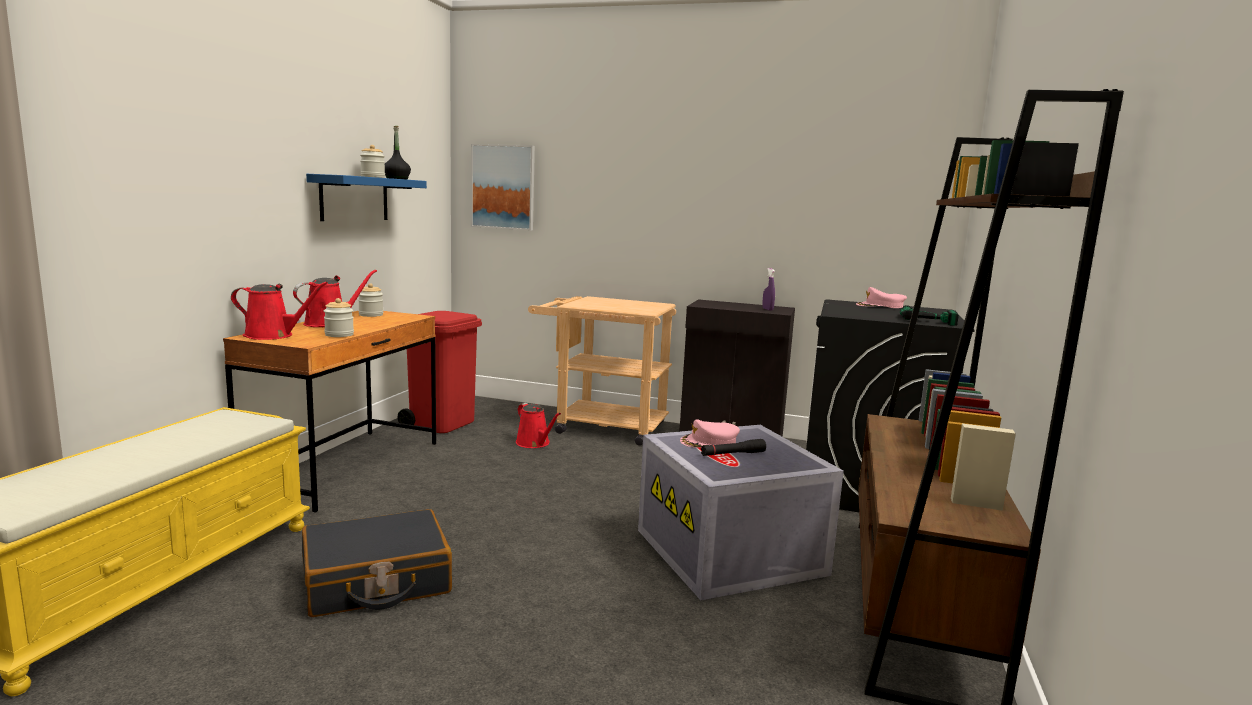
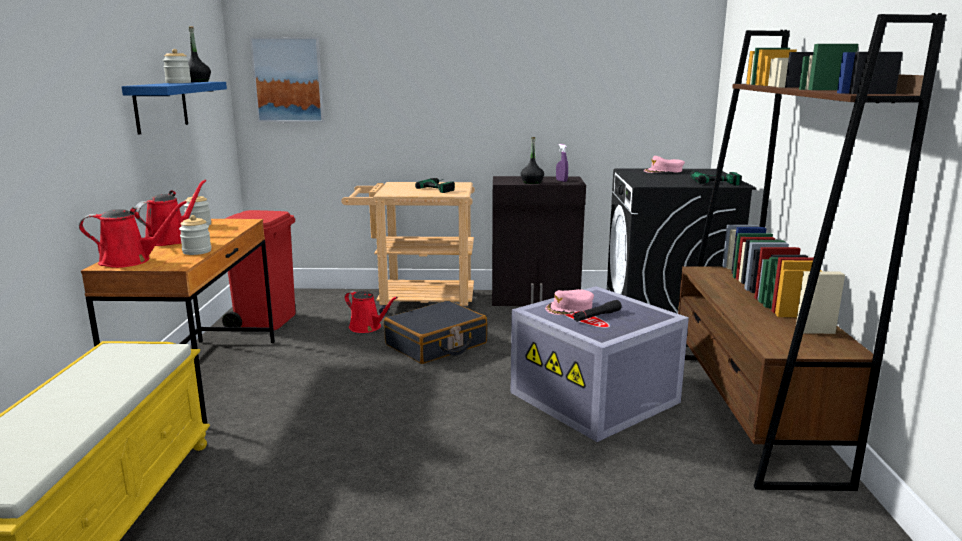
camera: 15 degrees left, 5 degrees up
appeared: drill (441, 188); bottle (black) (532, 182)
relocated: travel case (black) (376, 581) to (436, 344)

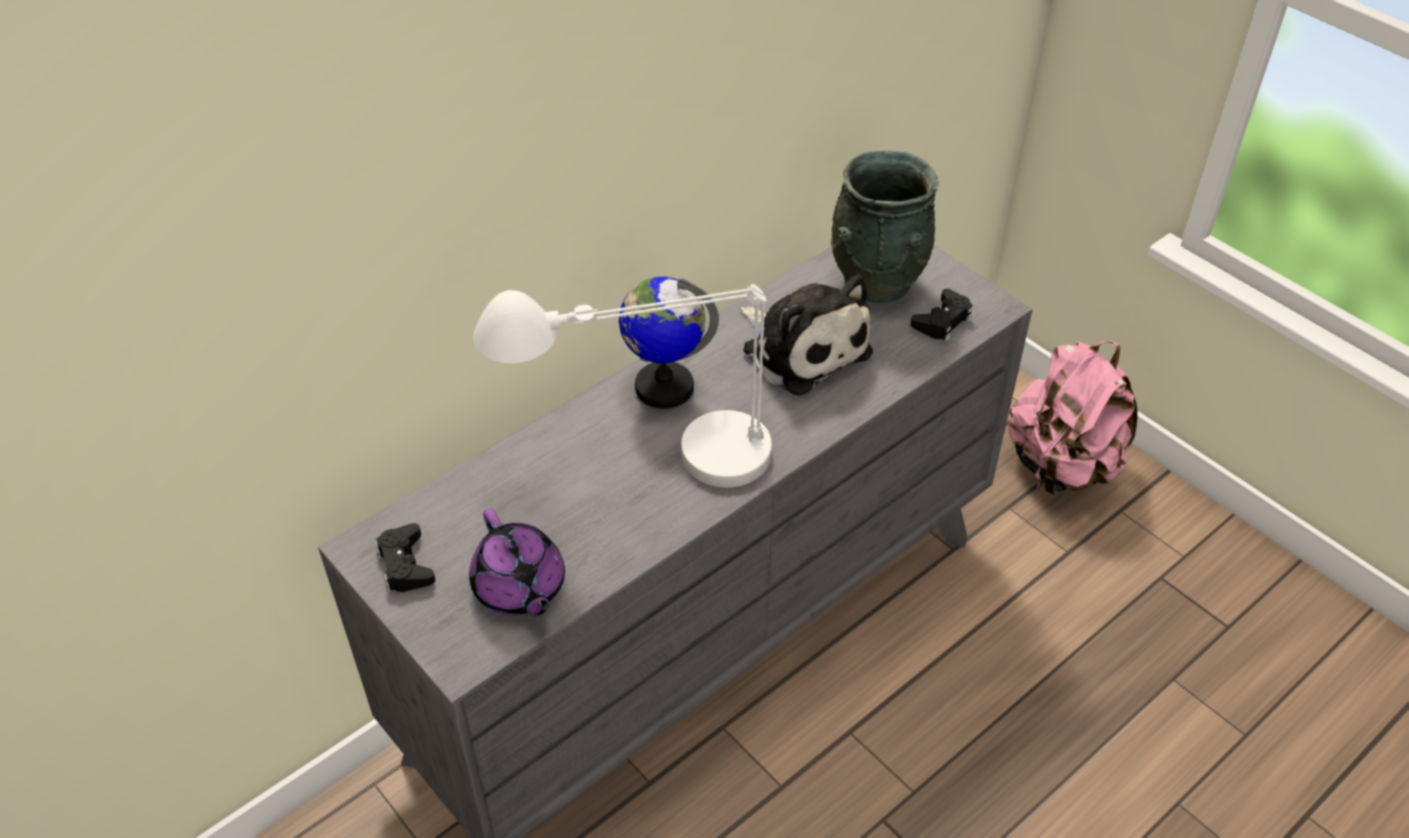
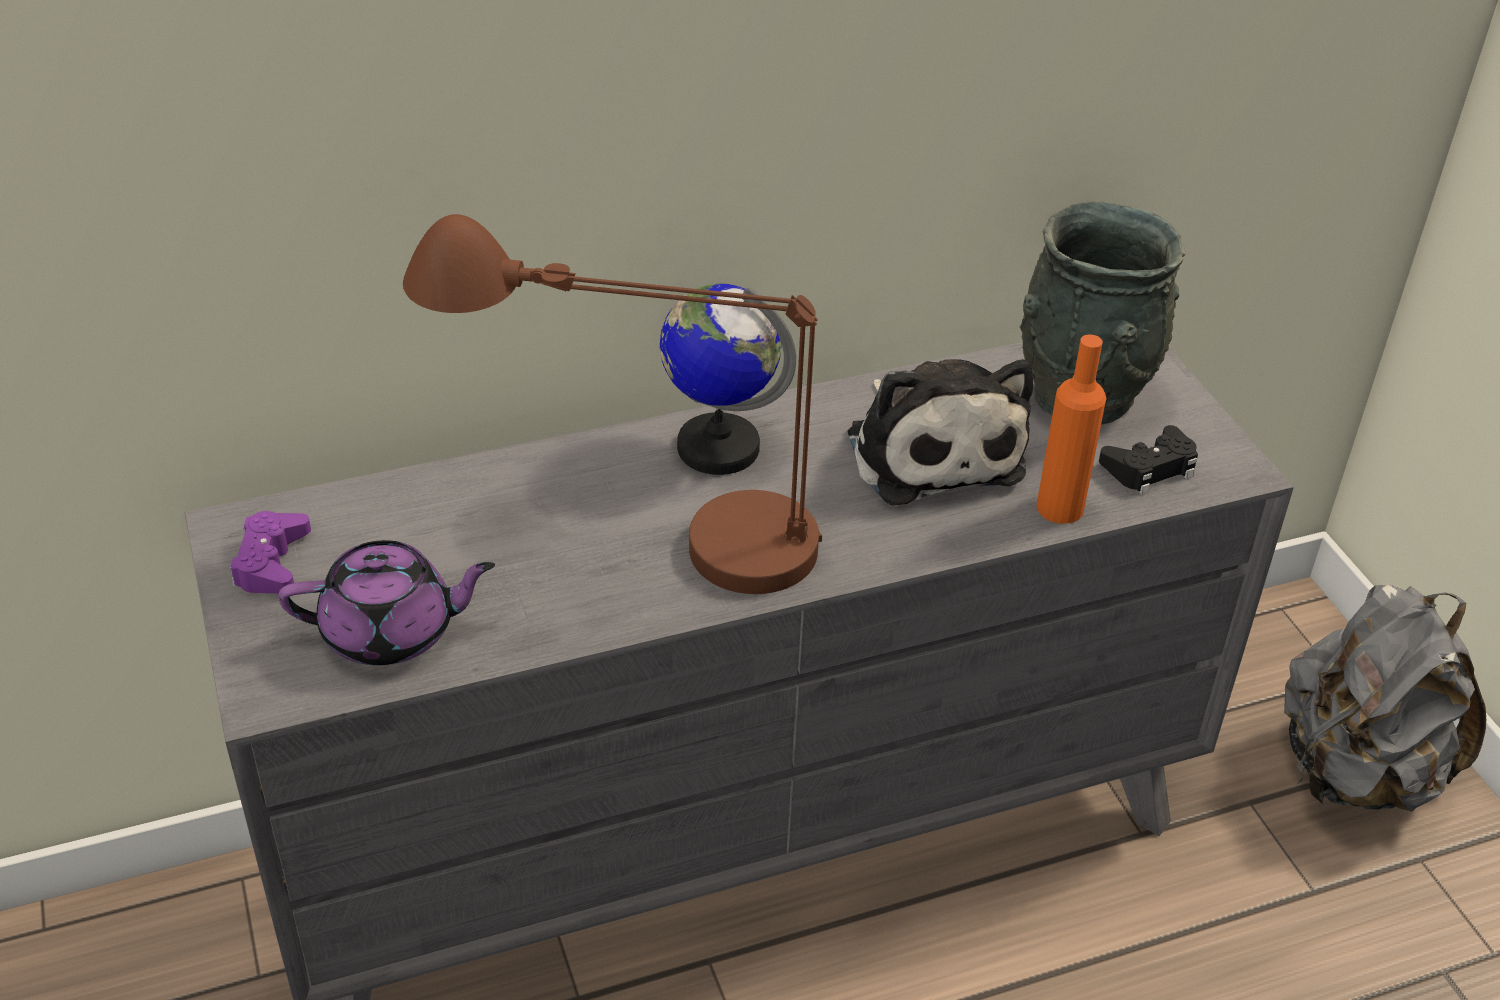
camera: 20 degrees right, 5 degrees down
appeared: bottle (orange-coloured) (1060, 507)
colour: joypad (black) (405, 565) to joypad (purple-coloured) (271, 562); tabletop lamp (whitish) (646, 467) to tabletop lamp (brown) (638, 535); knapsack (pink) (1062, 466) to knapsack (grey) (1356, 771)
spun: pot for tea (purple-coloured) (519, 588) = (391, 632) 90 degrees counterclockwise

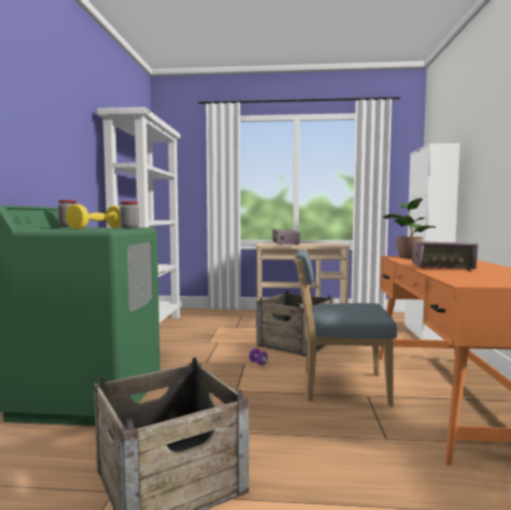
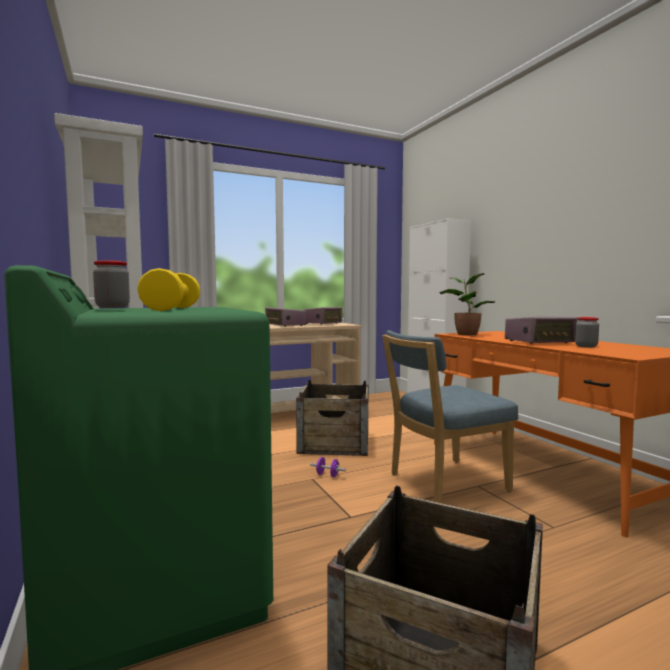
camera: 30 degrees left, 0 degrees up
appeared: radio receiver (322, 324)
relocated: storage jar (129, 228) to (586, 346)

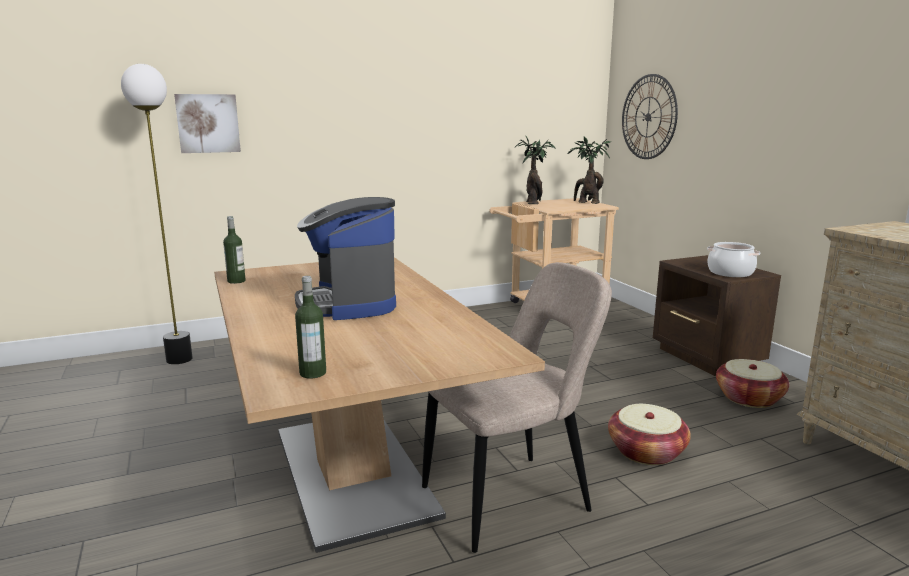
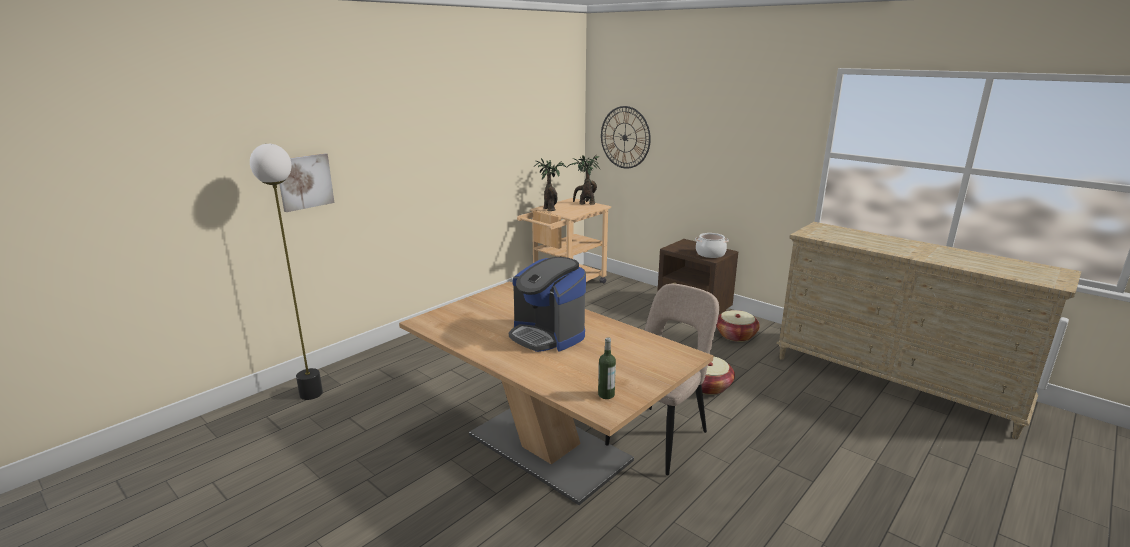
camera: 25 degrees left, 5 degrees up
missing: bottle (236, 281)

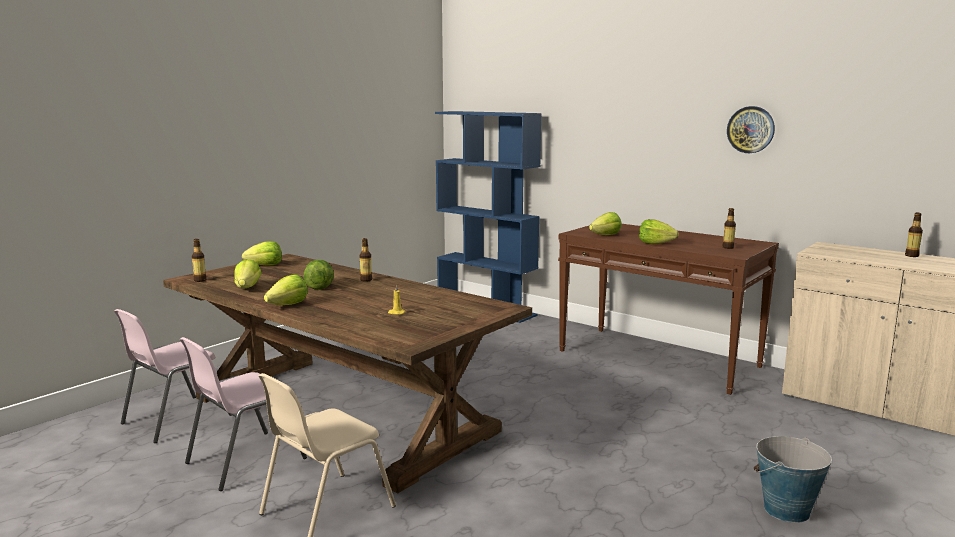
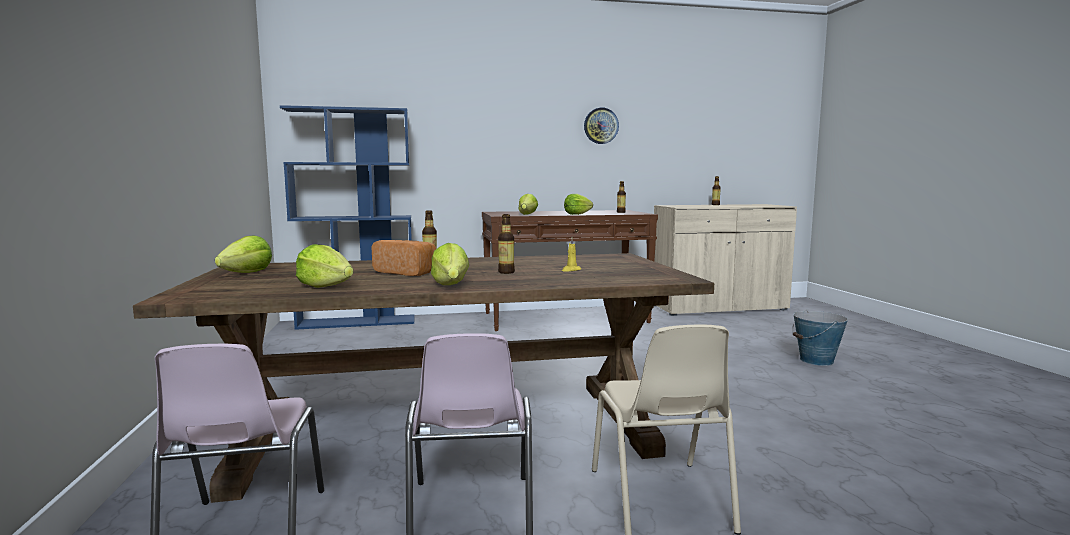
camera: 50 degrees left, 5 degrees down
relocated: bottle (200, 280) to (506, 272)
exchanged: head of lettuce (319, 286) to bread (407, 272)

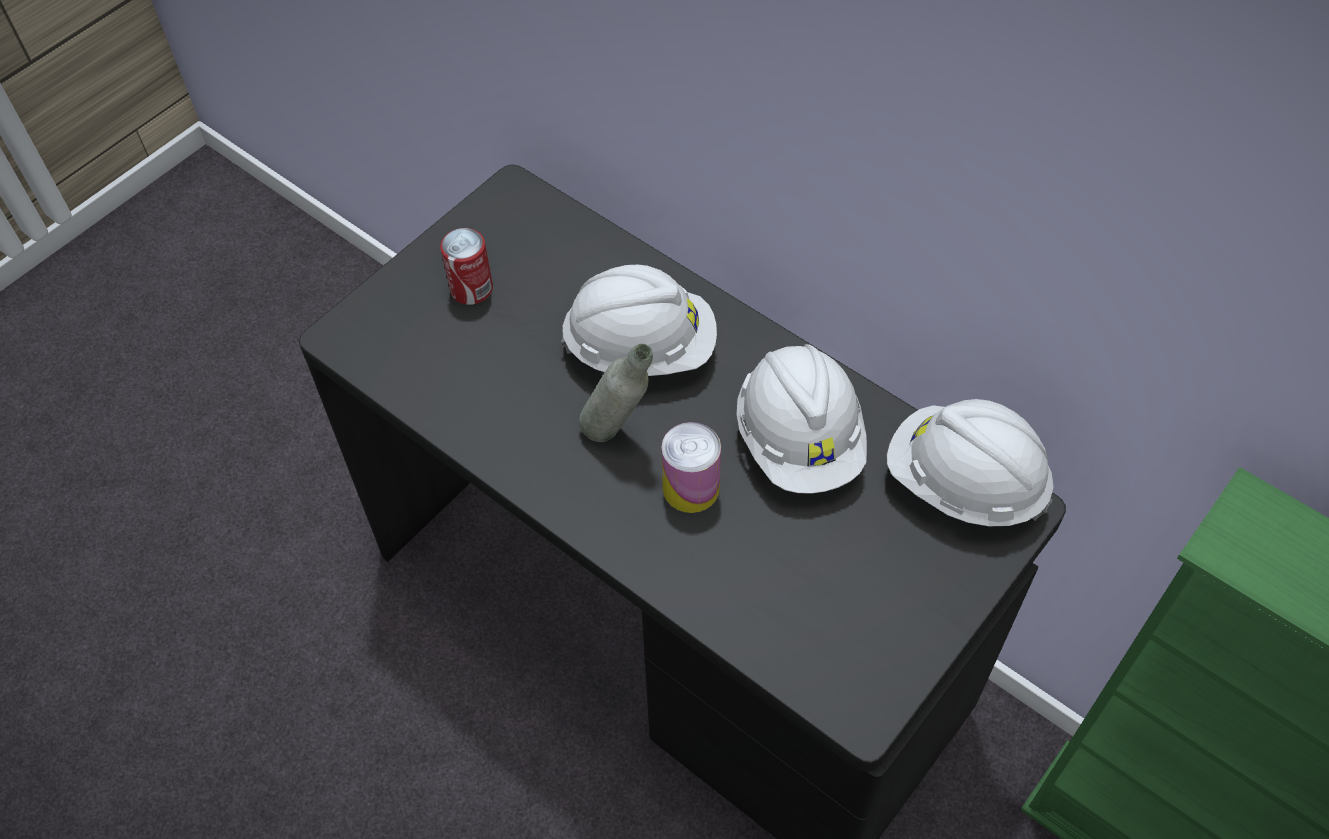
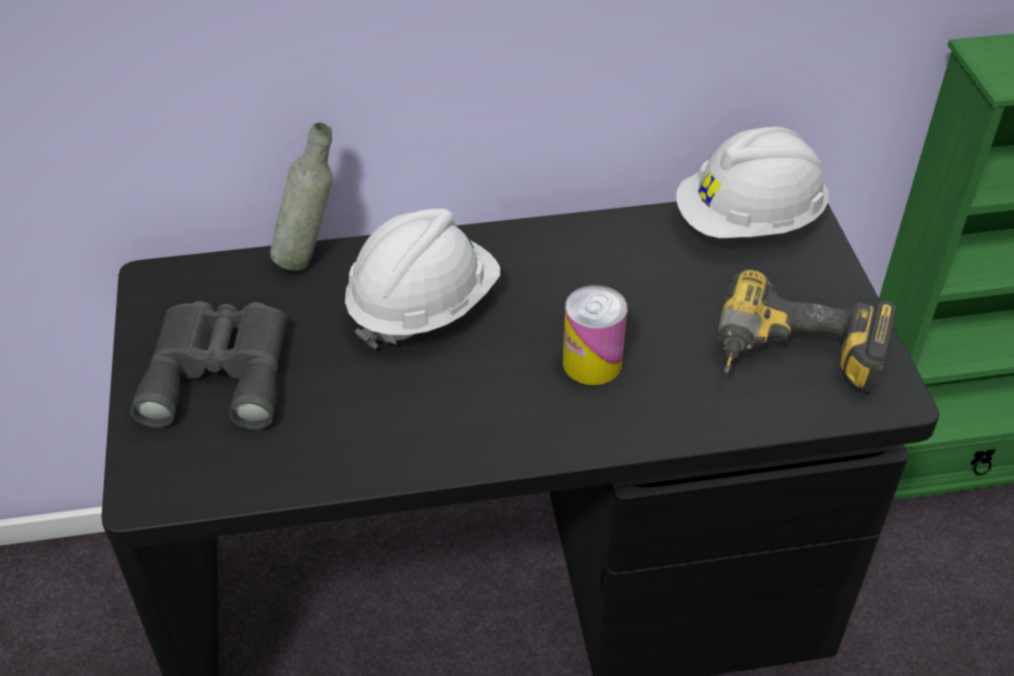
camera: 50 degrees left, 10 degrees down
missing: hard hat (whitish) (799, 441)
appeared: drill (794, 362)
relocated: bottle (grey) (618, 435) to (310, 258)
exchanged: metal can (471, 289) to binoculars (grey) (220, 370)

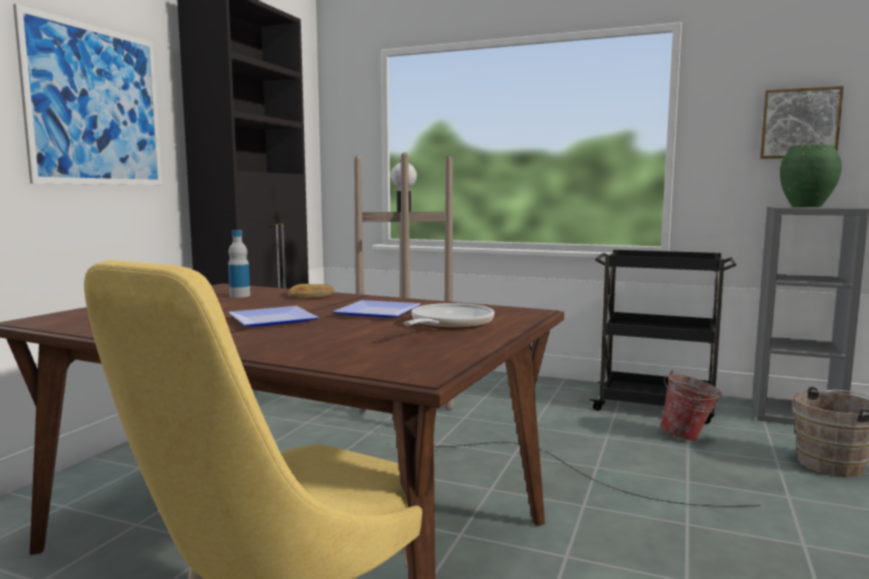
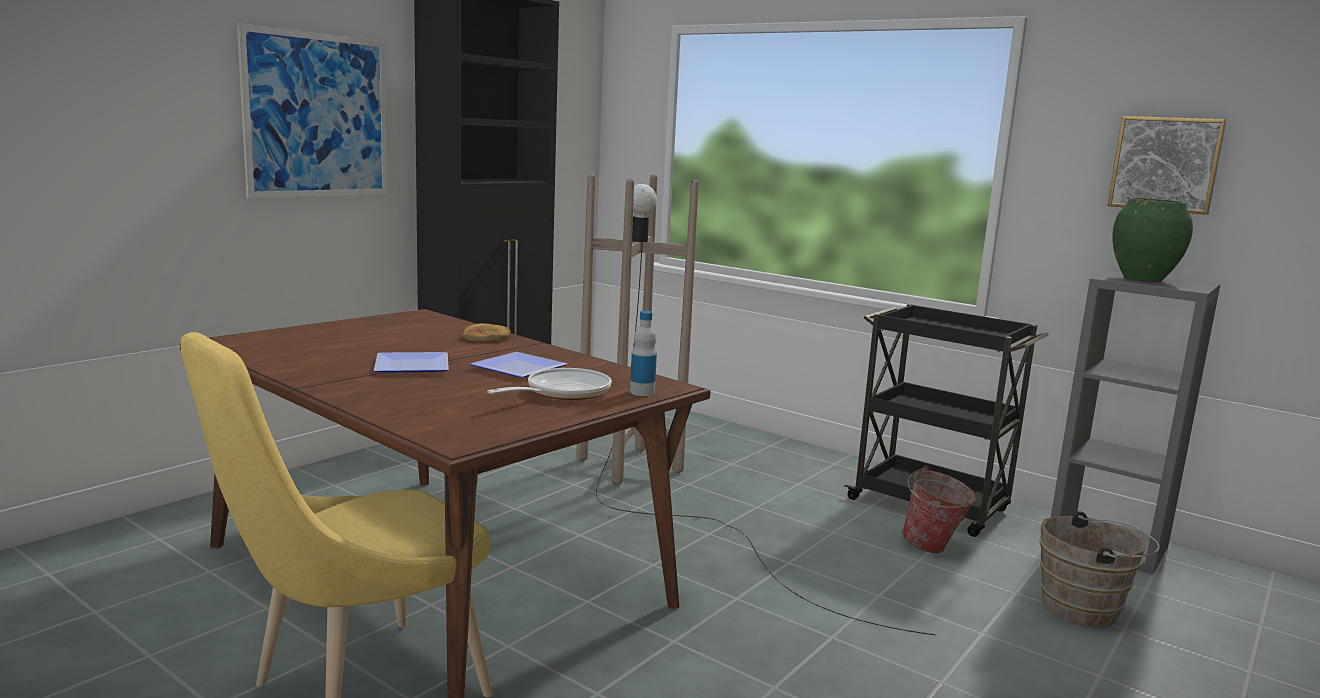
camera: 15 degrees right, 5 degrees up
relocated: bottle (240, 296) to (642, 392)

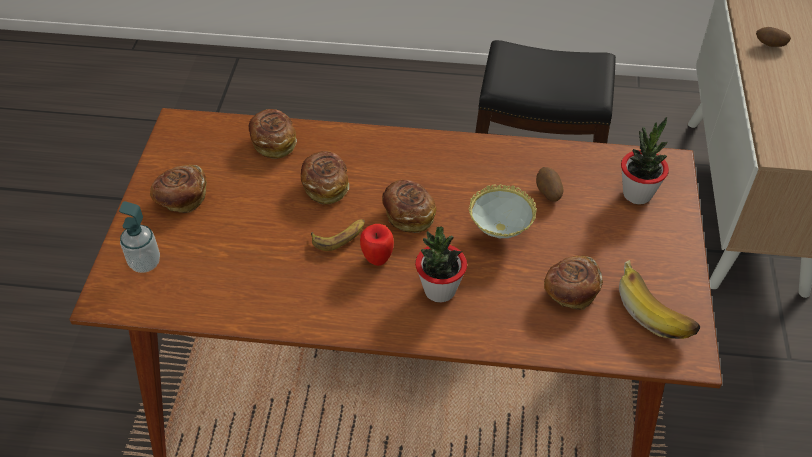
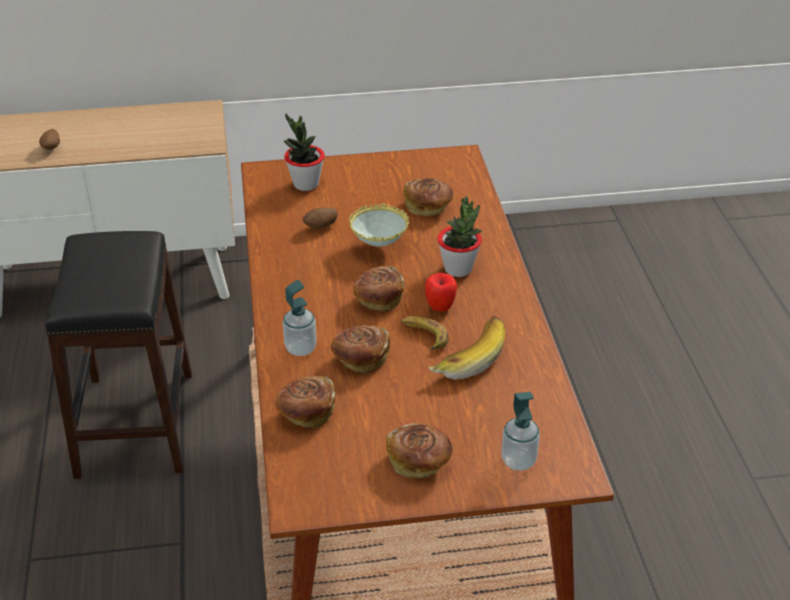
camera: 105 degrees left, 10 degrees down
appeared: soap bottle (300, 348)
relocated: banana (656, 309) to (466, 358)

